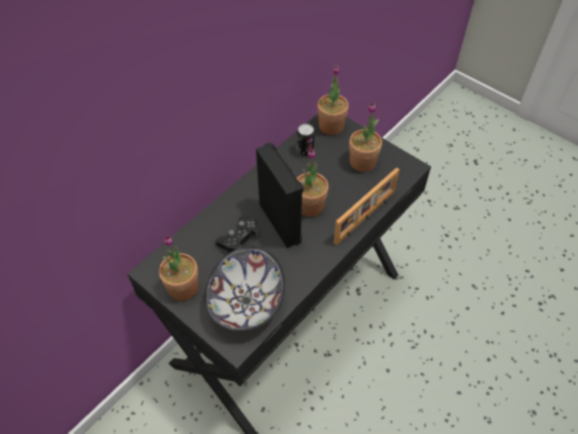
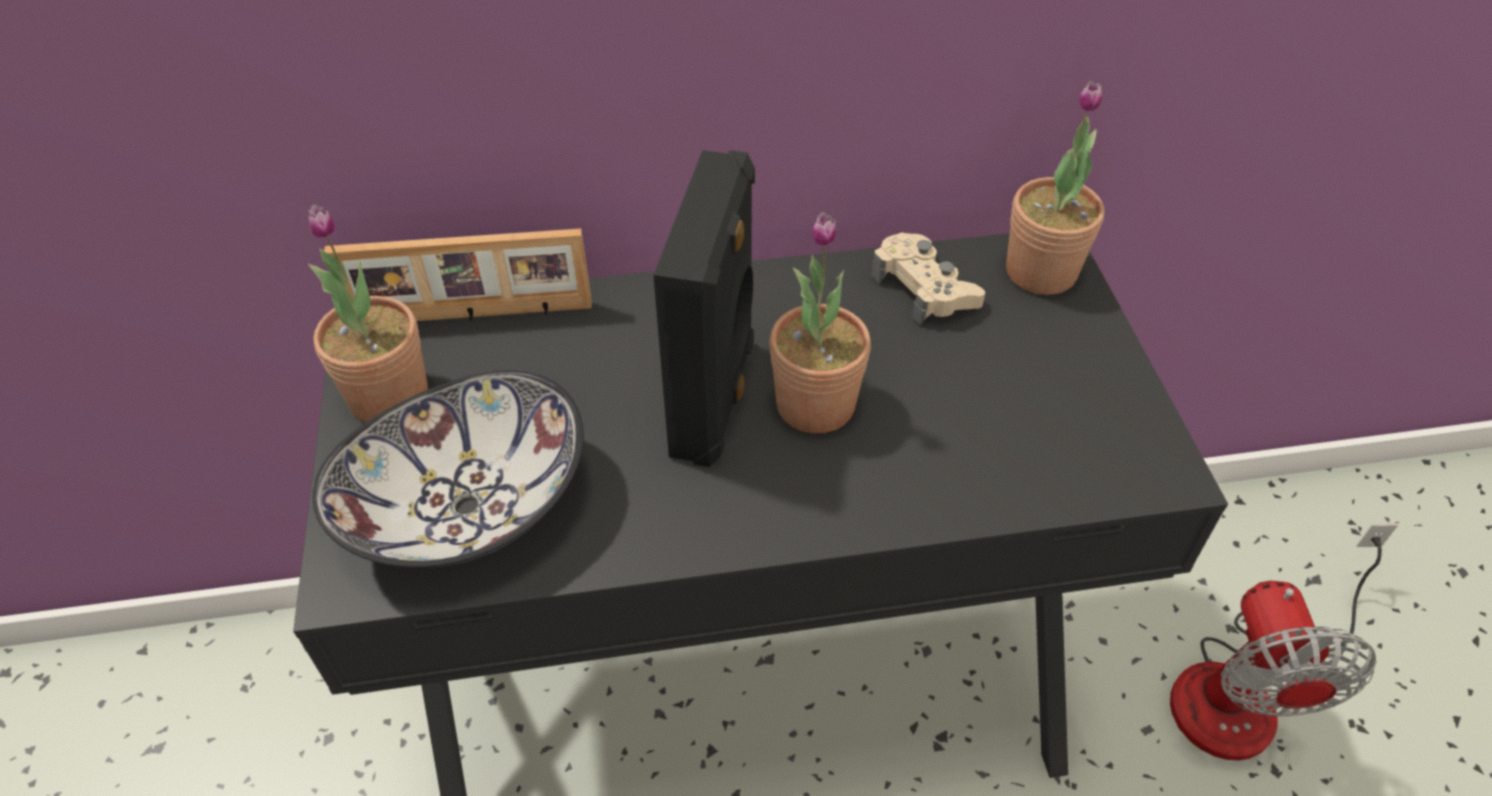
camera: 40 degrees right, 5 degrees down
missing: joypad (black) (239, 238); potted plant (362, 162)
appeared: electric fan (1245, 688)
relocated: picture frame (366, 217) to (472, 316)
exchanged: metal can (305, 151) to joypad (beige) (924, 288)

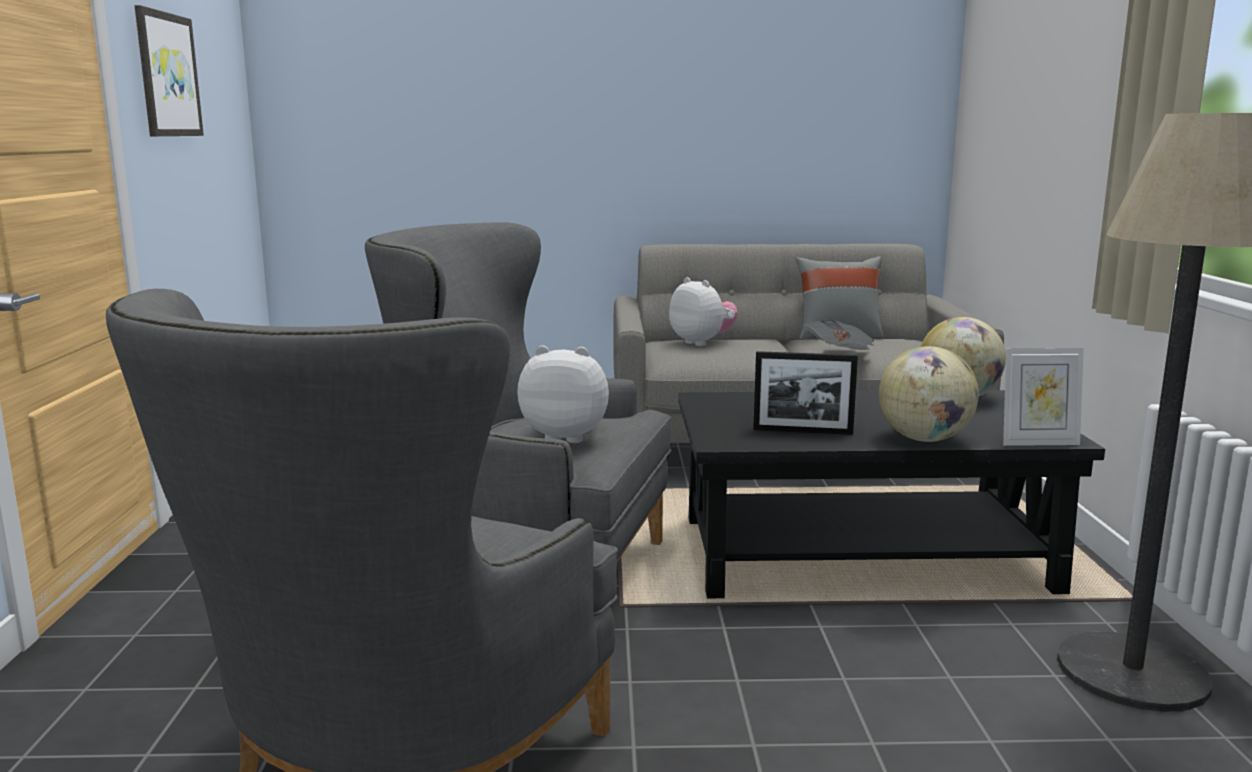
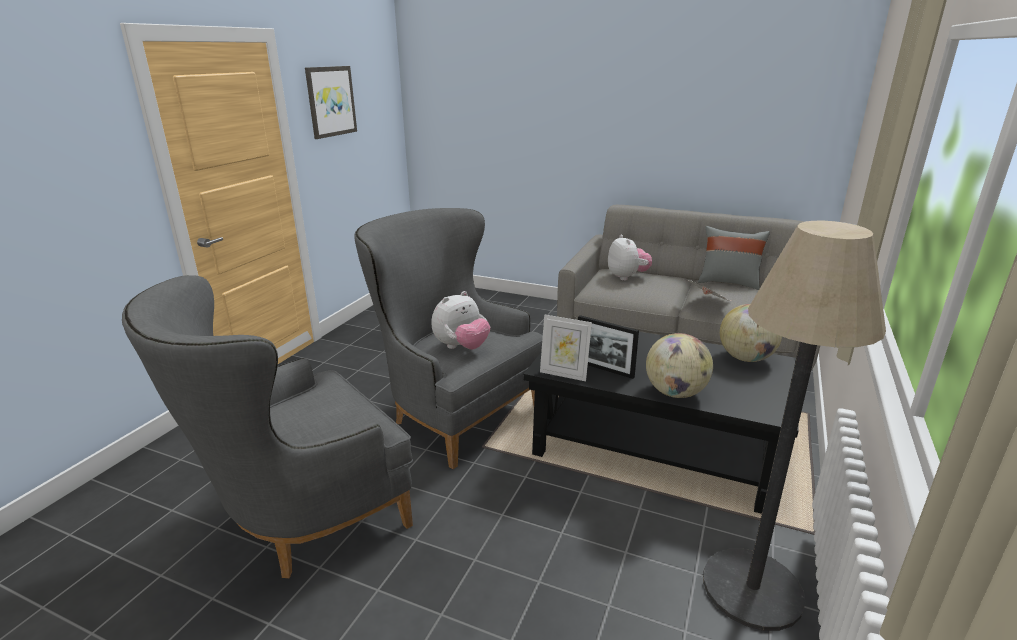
camera: 25 degrees right, 10 degrees up
relocated: picture frame (1038, 442) to (564, 374)
spun: plush toy (566, 436) = (461, 347) 105 degrees clockwise

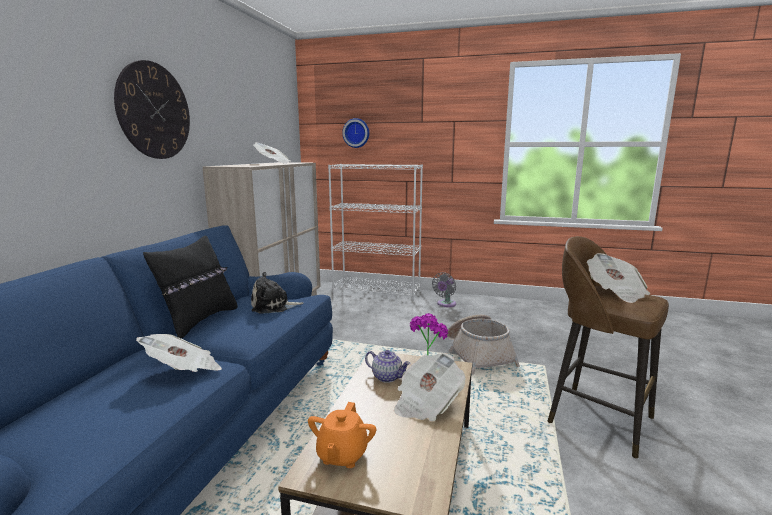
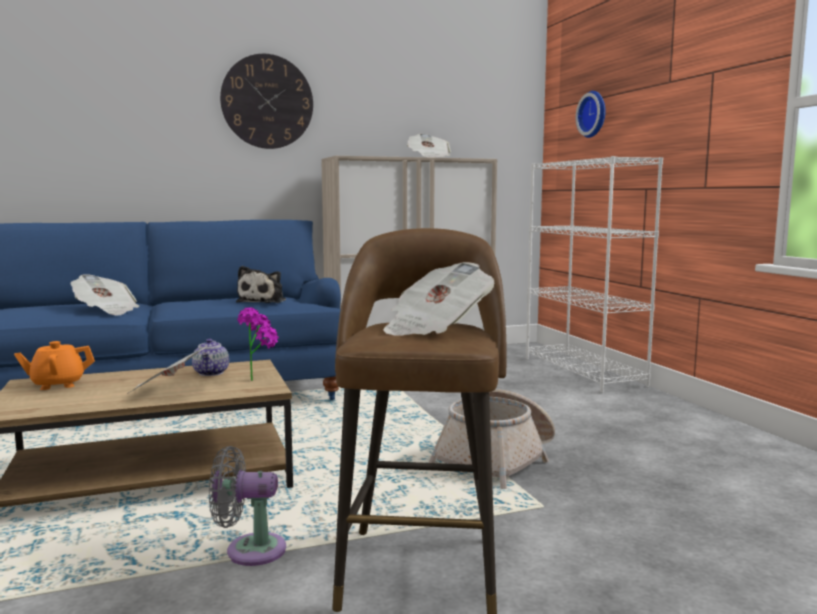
camera: 55 degrees right, 5 degrees down
missing: throw pillow (black) (199, 321)
relocated: electric fan (grey) (445, 304) to (249, 550)
spun: plush toy (273, 306) = (263, 301) 120 degrees counterclockwise

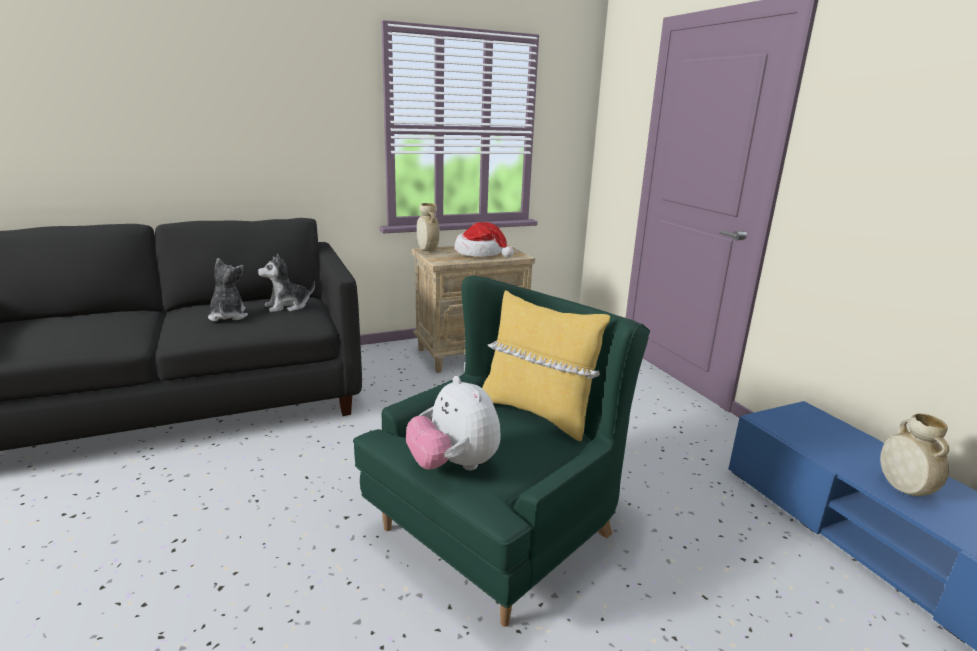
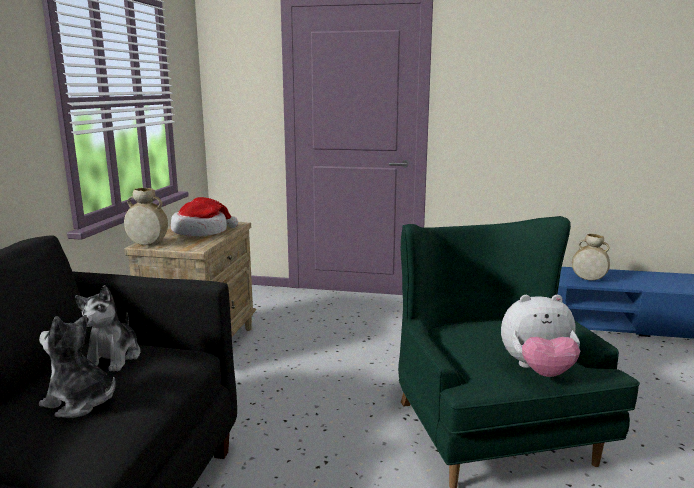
camera: 55 degrees left, 5 degrees down
missing: throw pillow (yellowish) (536, 413)

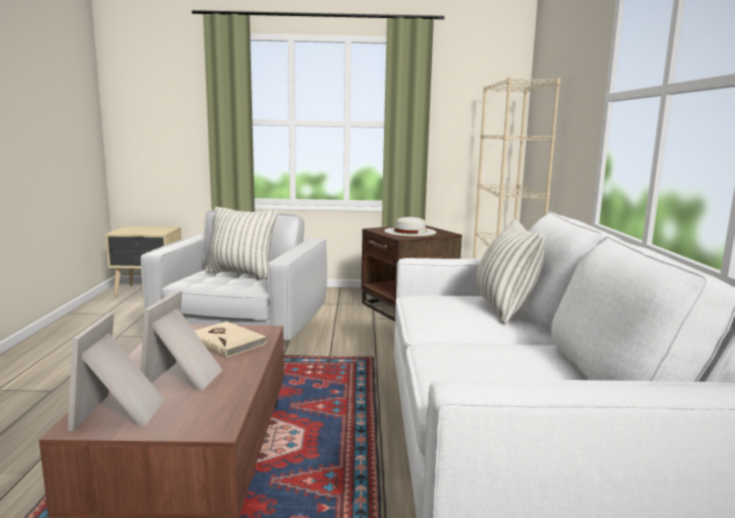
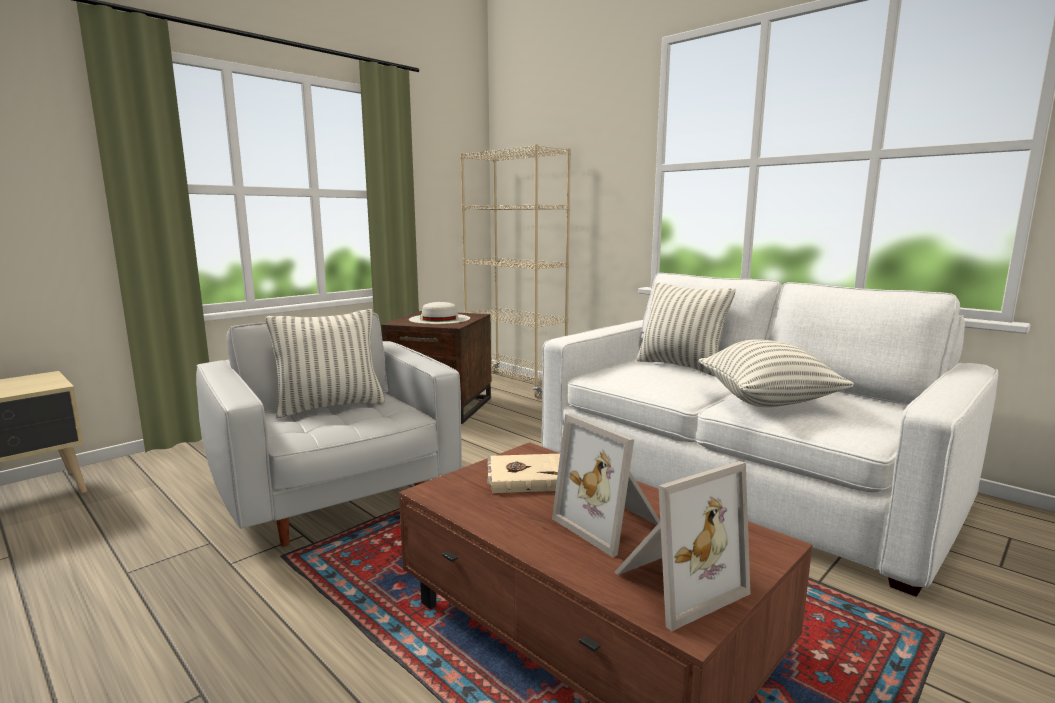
camera: 45 degrees left, 0 degrees up
appeared: throw pillow (767, 401)
spun: picture frame (122, 412) = (674, 583) 75 degrees counterclockwise

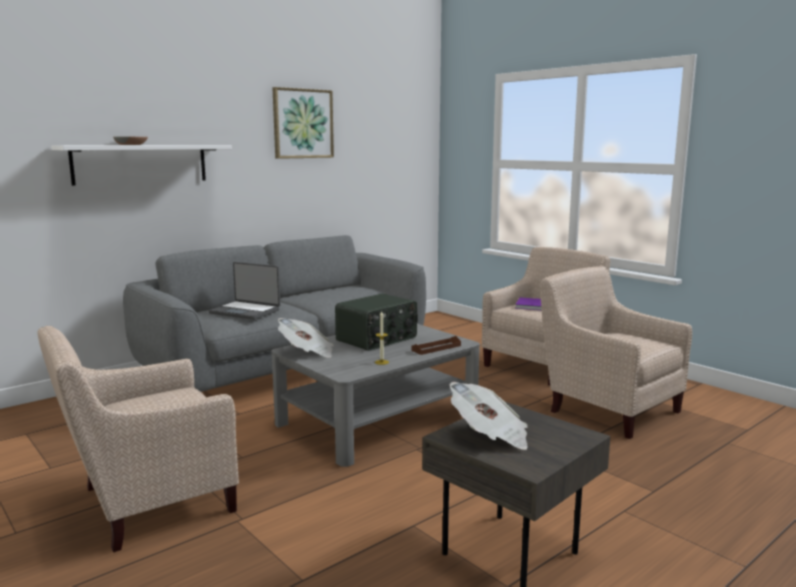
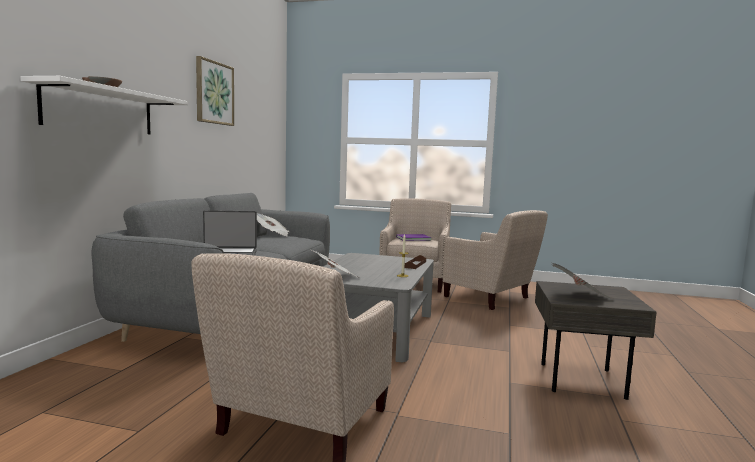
camera: 35 degrees left, 5 degrees down
missing: radio receiver (377, 339)
appeared: daily paper (272, 234)
spun: lounge chair (beige) (608, 408) = (490, 298) 150 degrees counterclockwise

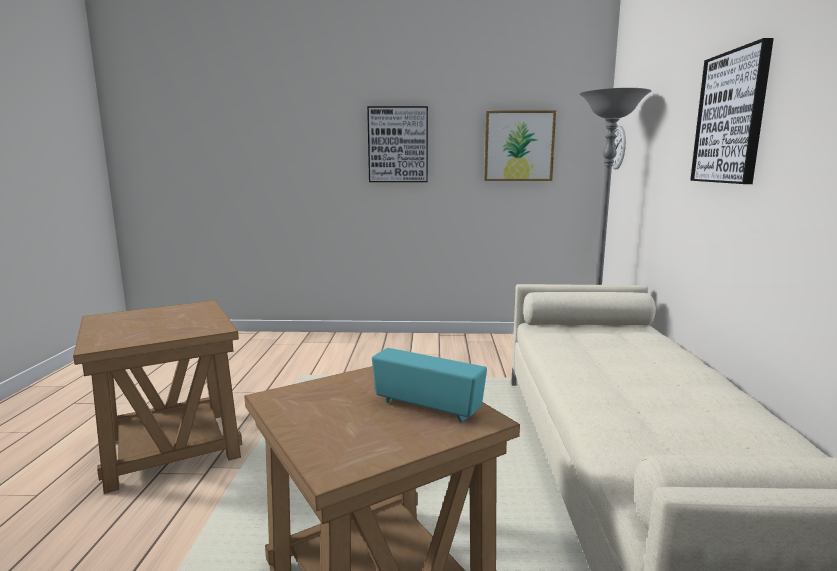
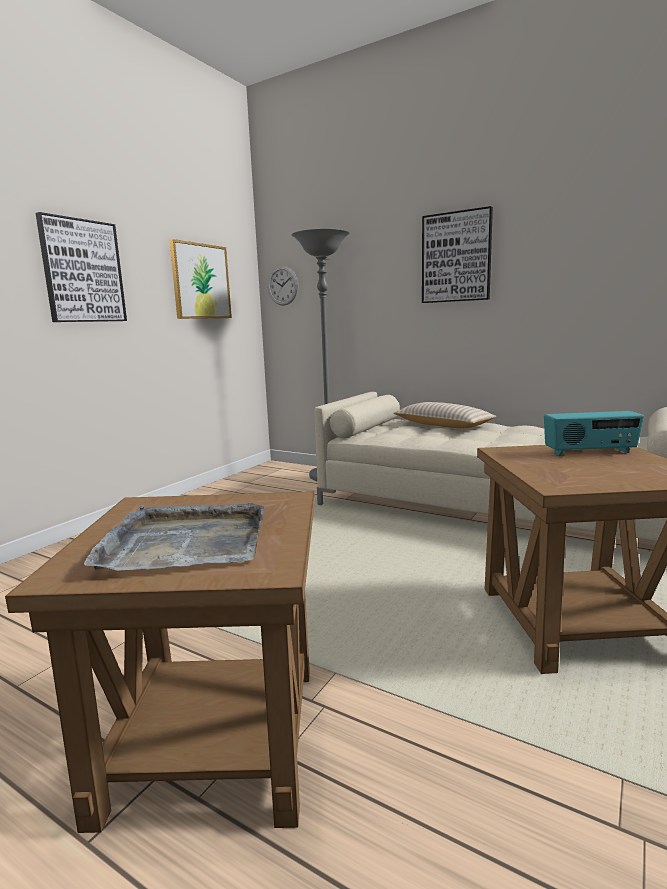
camera: 60 degrees left, 0 degrees up
appeared: carrying tray (grey) (186, 542); throw pillow (beige) (443, 425)
spun: radio receiver (428, 407) = (590, 452) 150 degrees counterclockwise

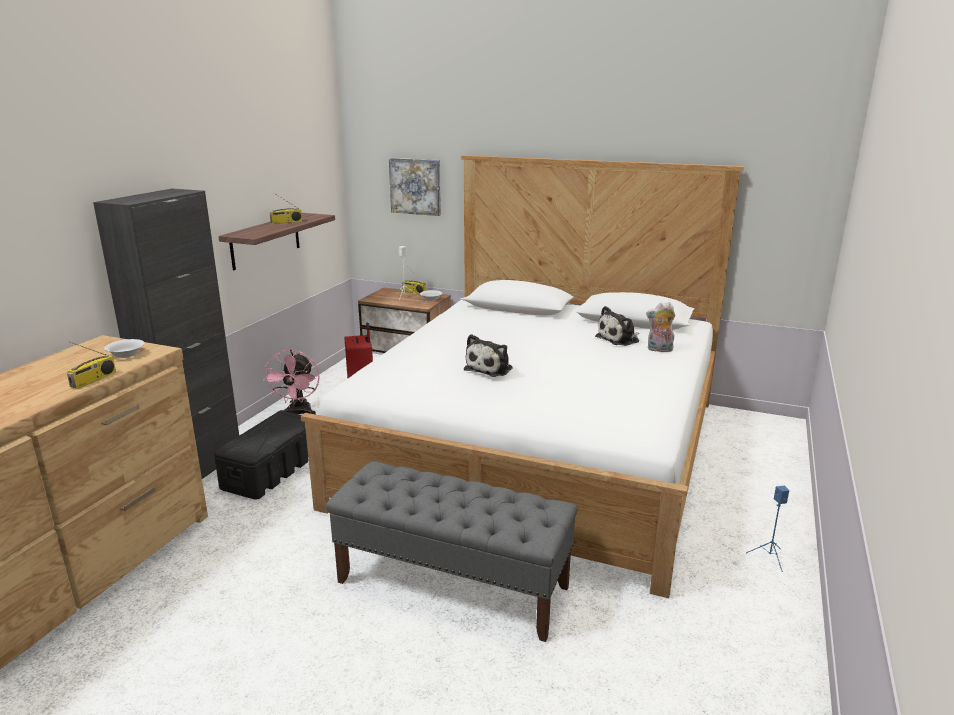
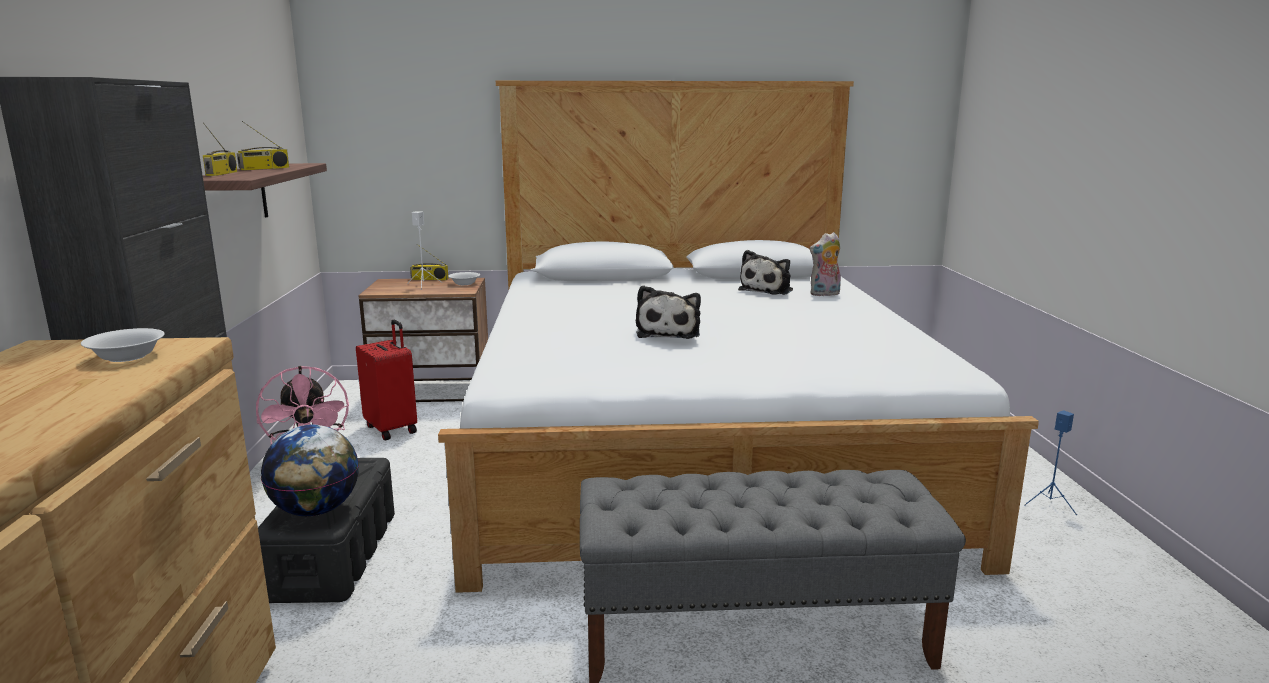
camera: 25 degrees left, 5 degrees down
missing: wall picture (415, 186)
appeared: desk globe (315, 511)
relocated: radio receiver (93, 380) to (222, 174)

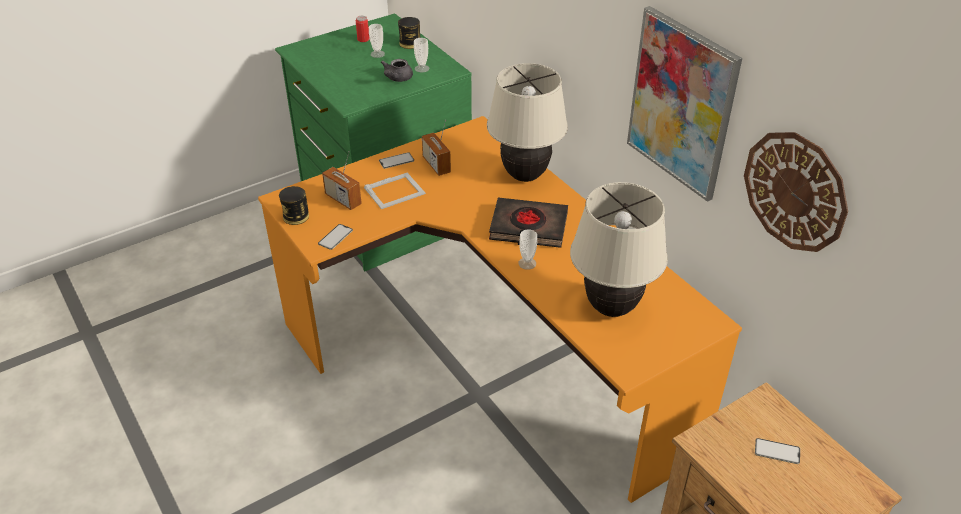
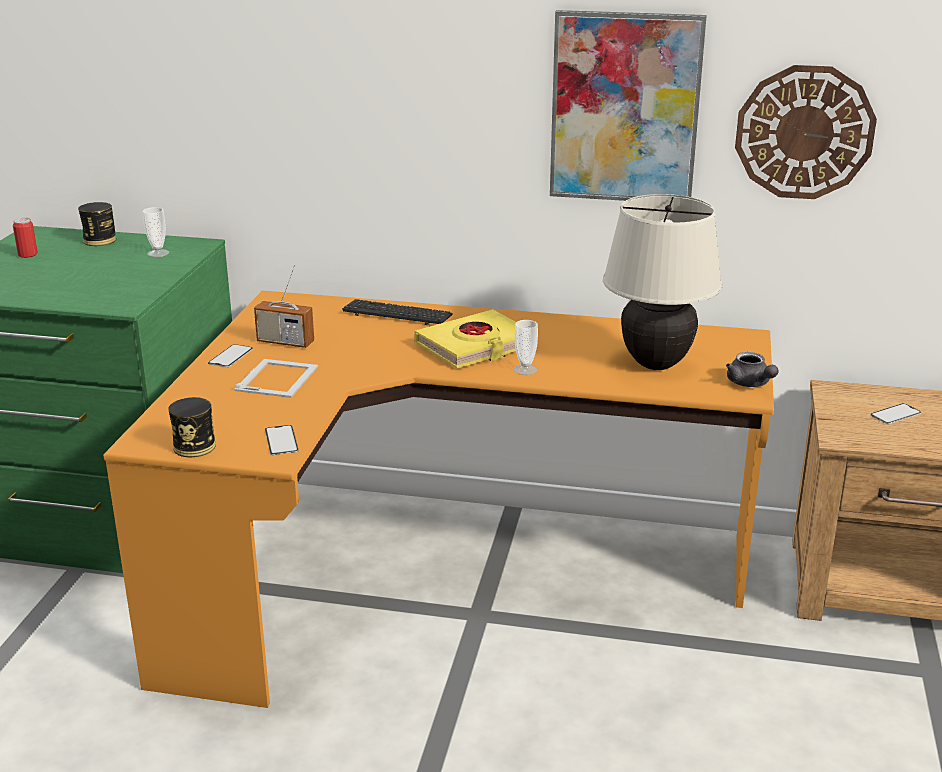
camera: 45 degrees left, 15 degrees down
missing: radio receiver (343, 199); cup (377, 54)
relocated: pot for tea (grey) (397, 79) to (750, 384)
exchanged: tabletop lamp (beige) (524, 176) to keyboard (397, 314)
colour: book (black) (528, 227) to book (yellowish) (475, 346)

